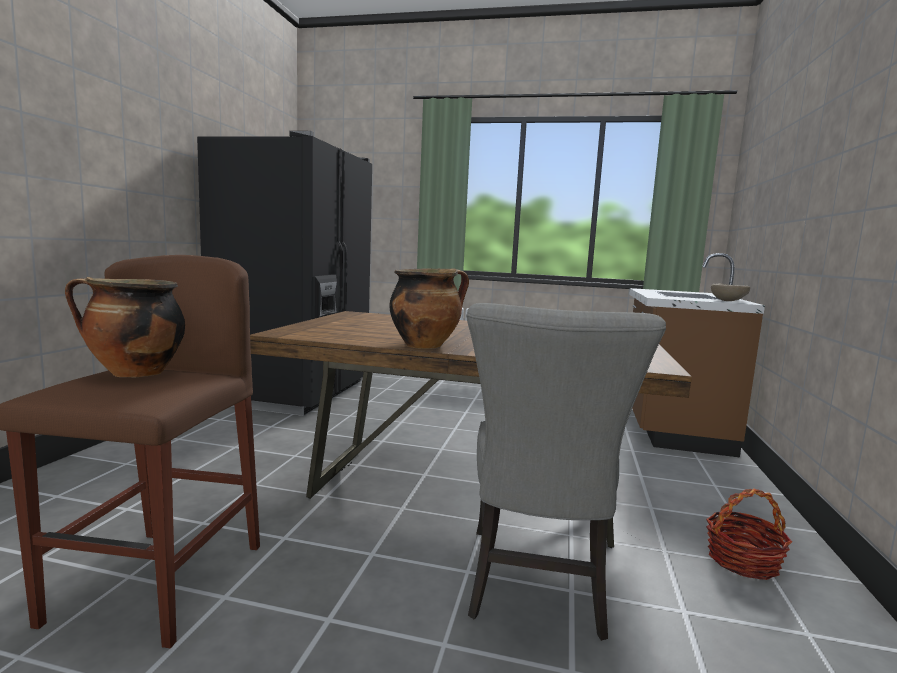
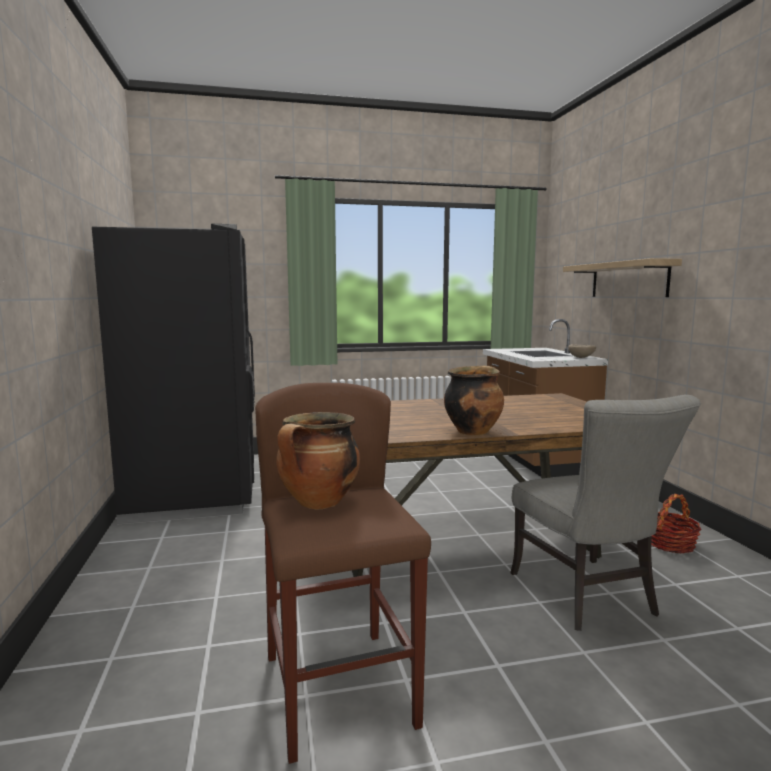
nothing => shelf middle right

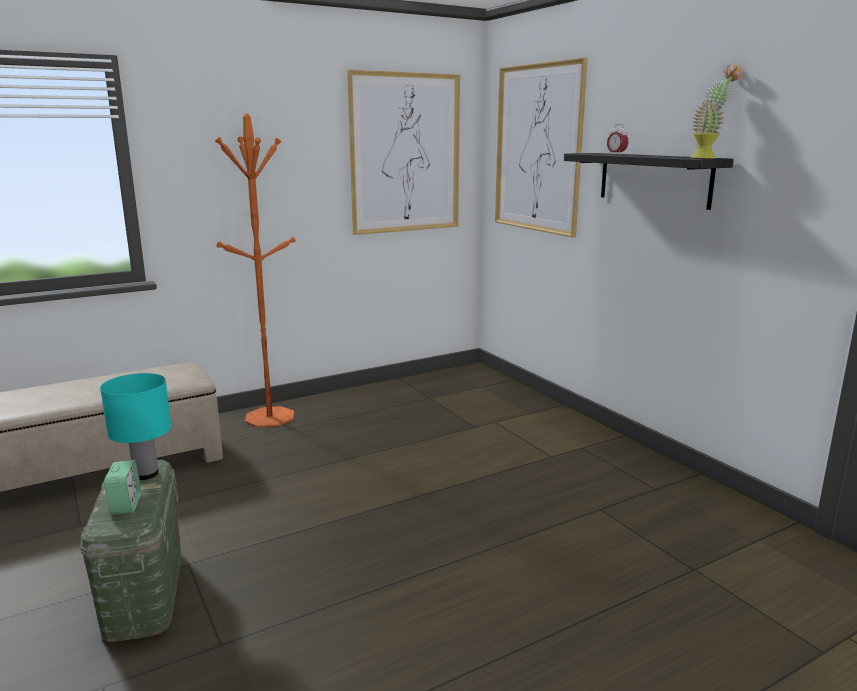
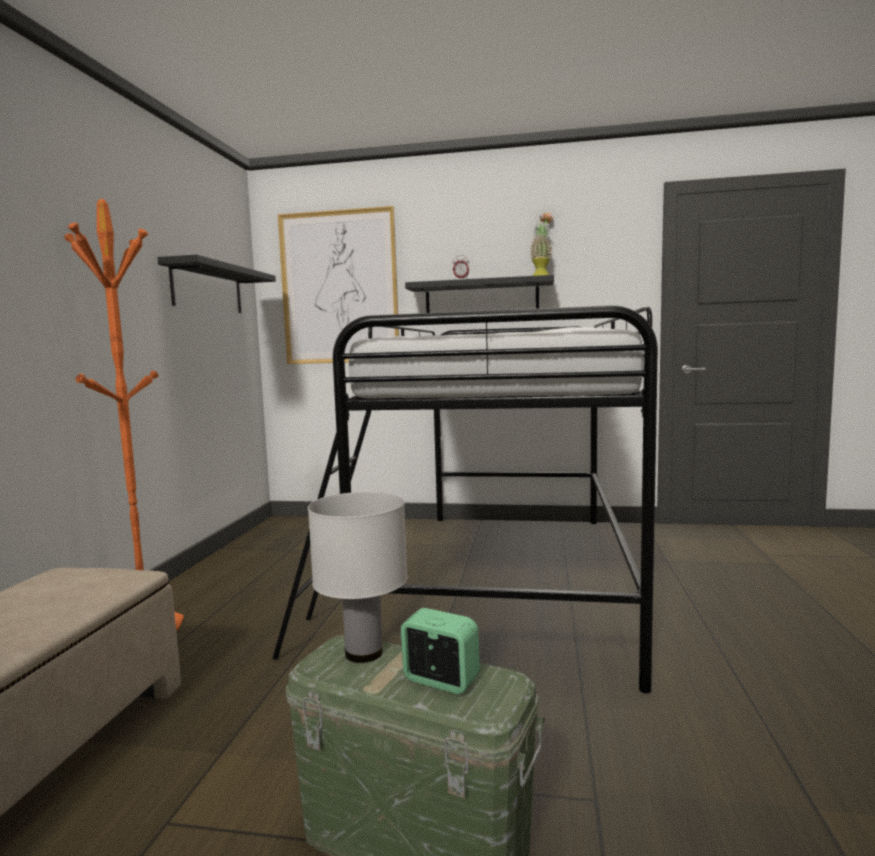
picture (no. 1 from left) top centre => black shelf (no. 1 from left) top left
turquoise table lamp middle left => white table lamp bottom centre
nothing => black bed centre

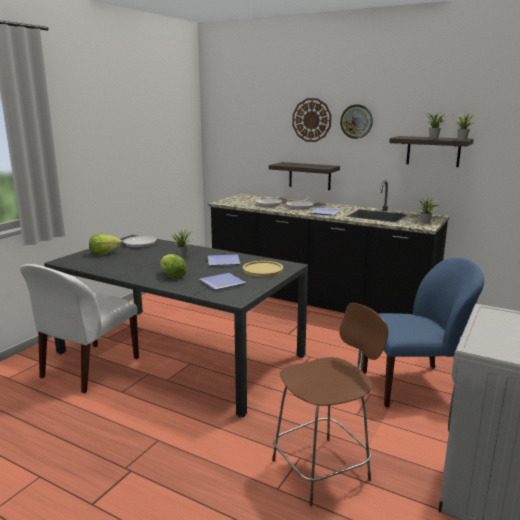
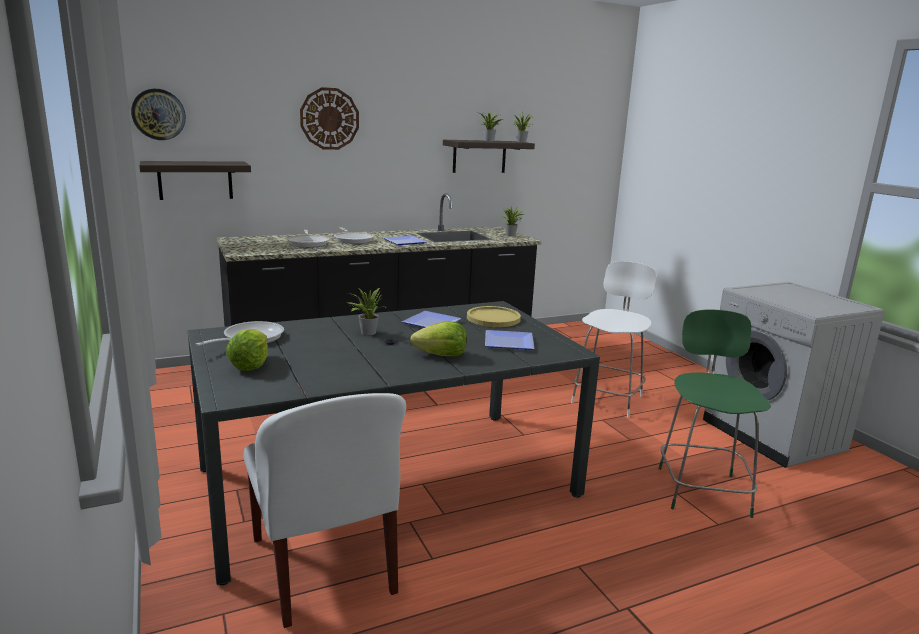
wall clock (no. 2 from left in the first image) top right => wall clock (no. 1 from left) top left, relocated
shelf (no. 1 from left) centre => shelf (no. 1 from left) top left, relocated
blue chair middle right => white stool middle right
brown stool bottom centre => green stool middle right

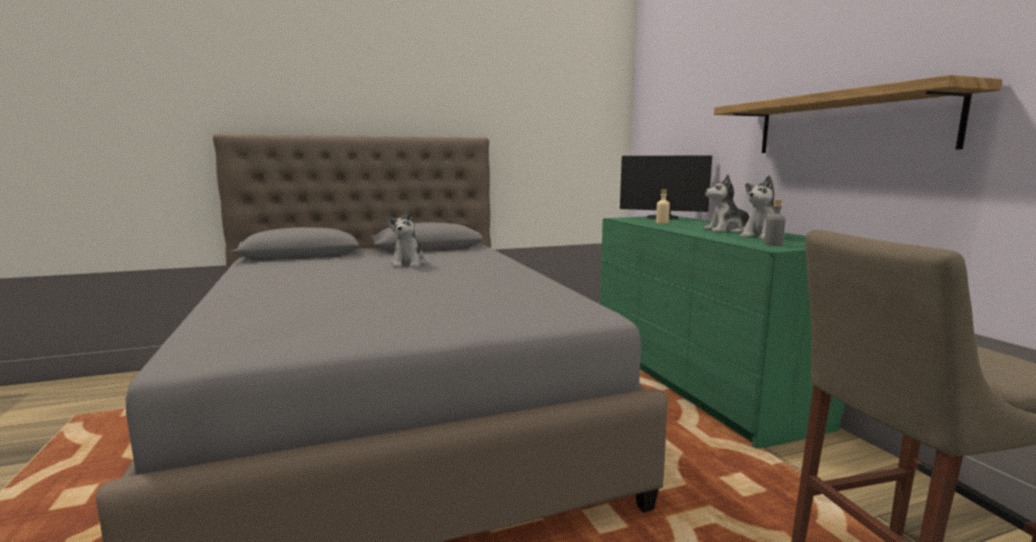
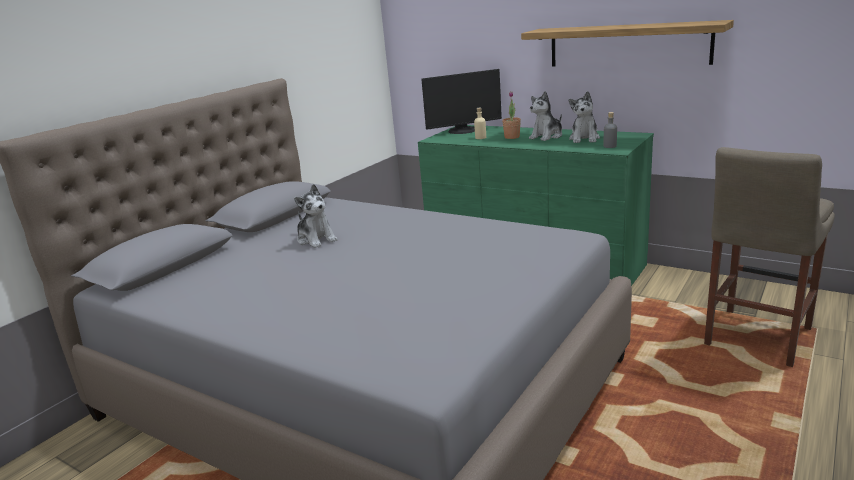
nothing => potted plant top centre

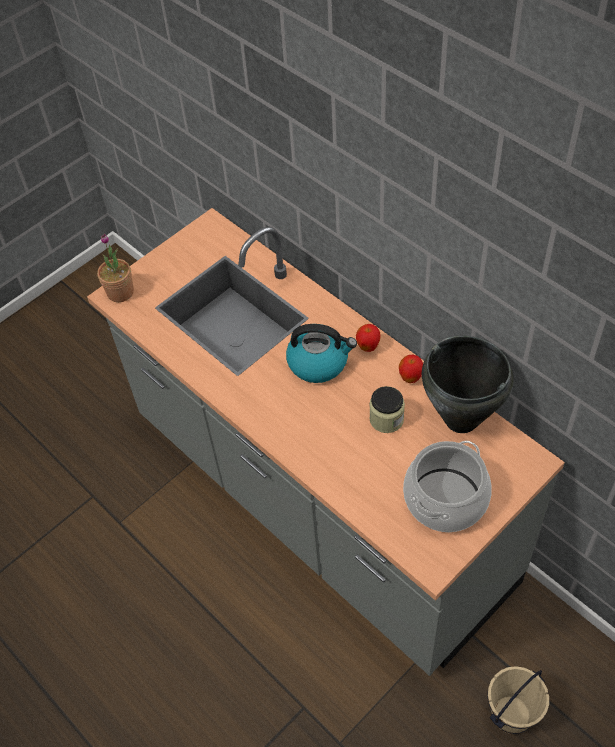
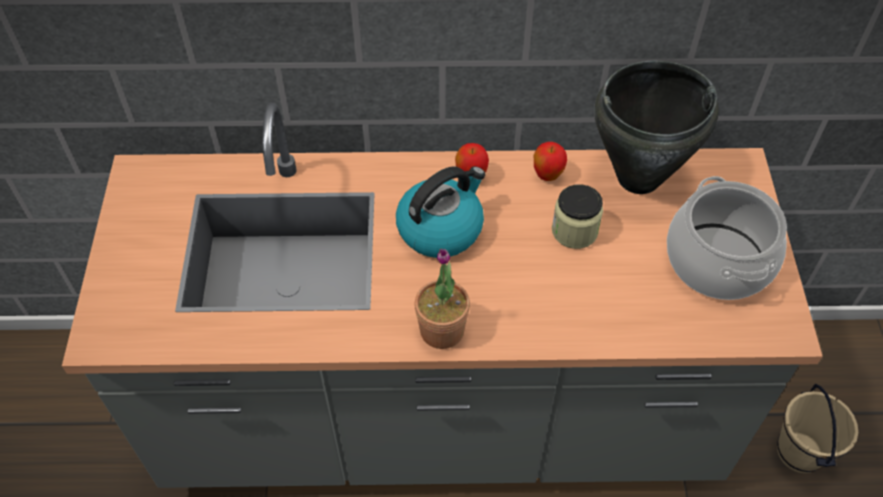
potted plant middle left => potted plant centre, relocated

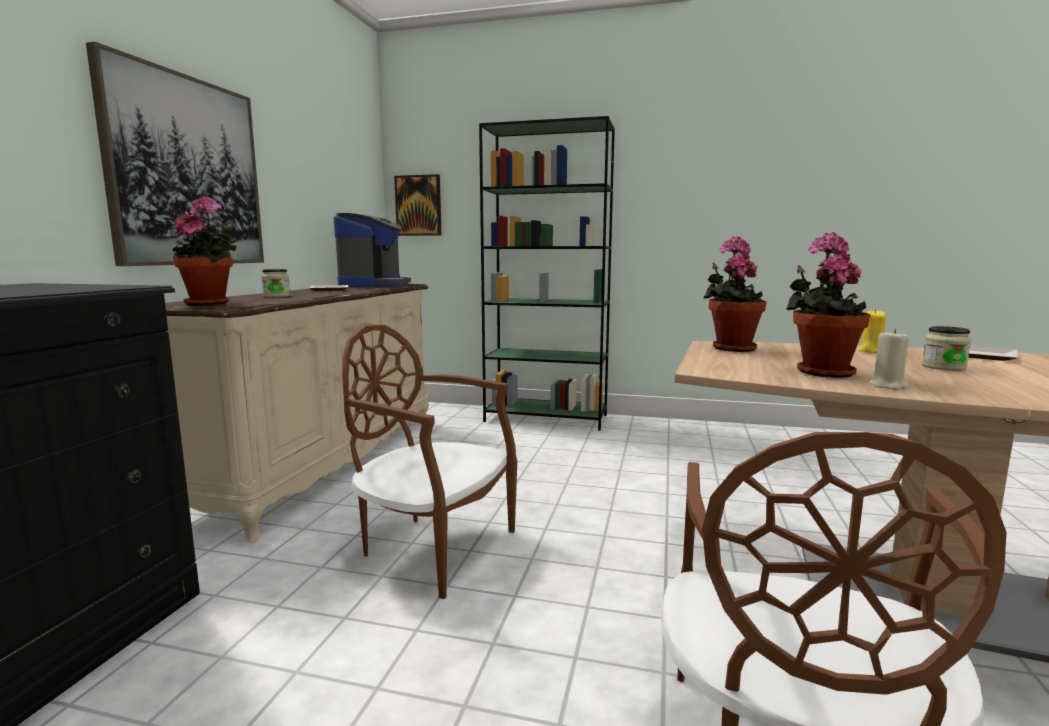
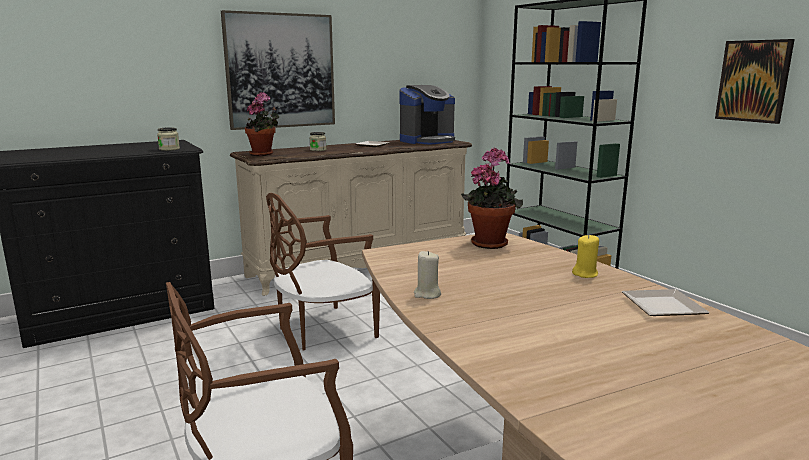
picture (no. 2 from left) top centre => picture (no. 2 from left) top right, relocated
potted plant (no. 3 from left) middle right => nothing
brown chair (no. 1 from left in the first image) centre => brown chair (no. 2 from left) centre, 105 degrees counterclockwise
jar (no. 2 from left in the first image) middle right => jar (no. 1 from left) top left, relocated

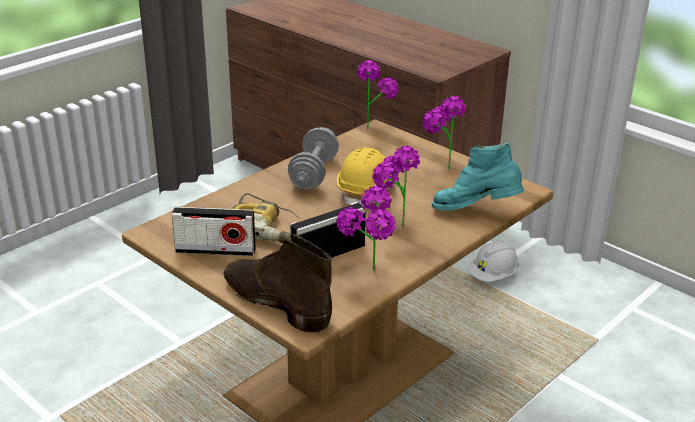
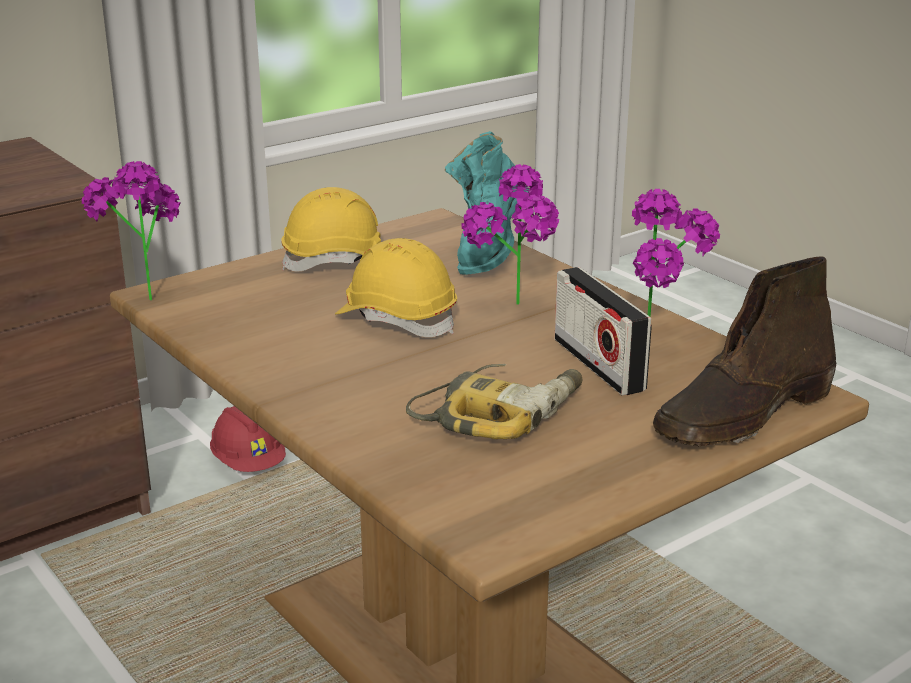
potted plant (no. 4 from left) top centre => yellow hard hat (no. 1 from left) centre
grey dumbbell centre => nothing
radio (no. 1 from left) middle left => nothing
white hard hat middle right => red hard hat middle left

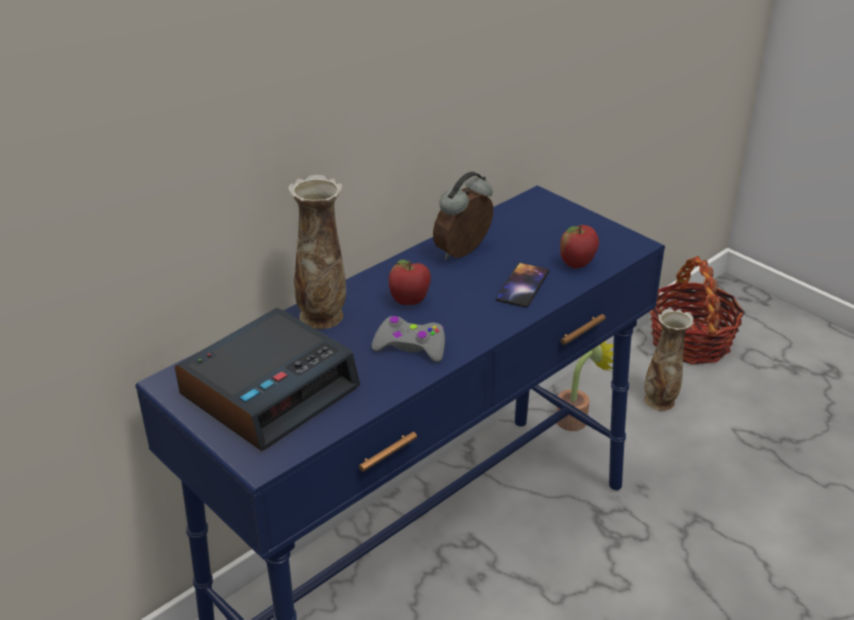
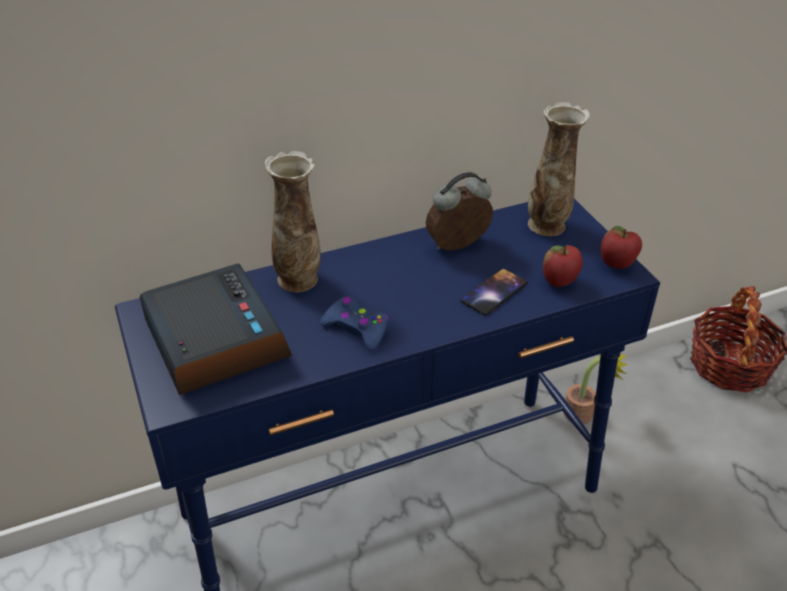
apple (no. 1 from left in the first image) centre => apple (no. 2 from left) middle right, relocated
alarm clock (no. 1 from left) middle left, 90 degrees counterclockwise
vase (no. 2 from left) middle right => vase (no. 2 from left) top right, relocated
grey game controller centre => blue game controller centre

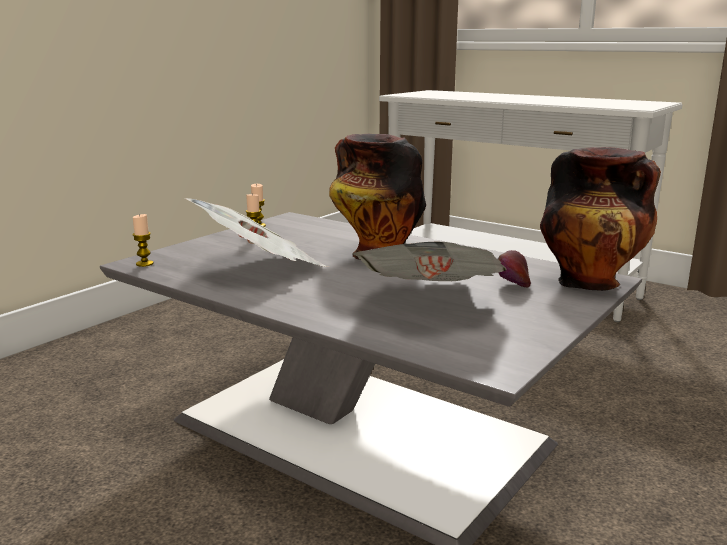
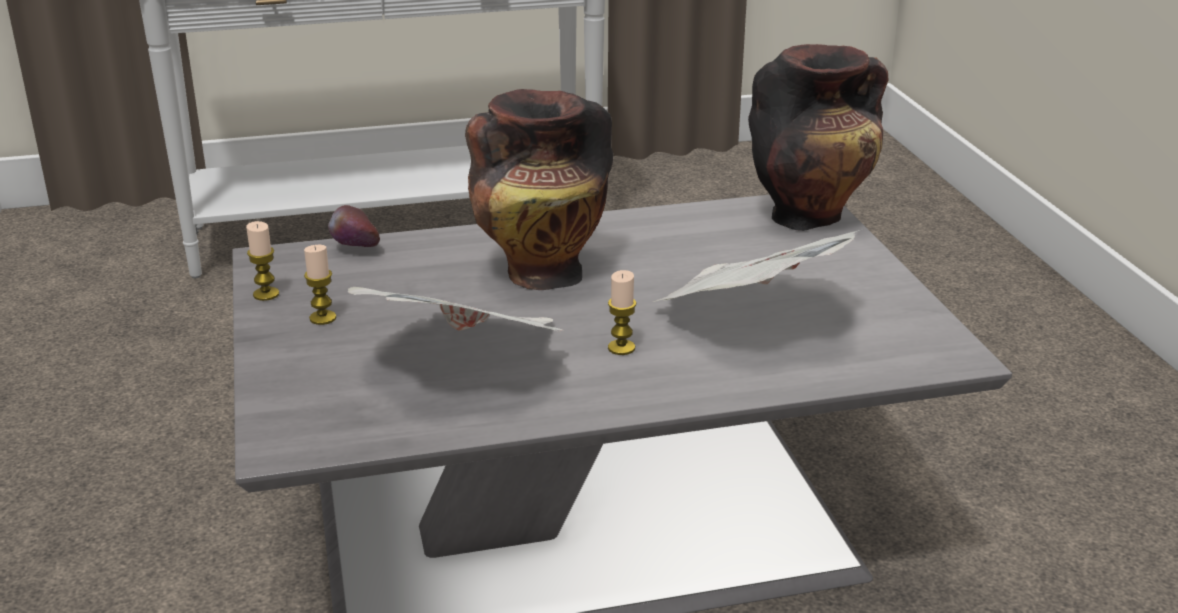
candle (no. 1 from left in the first image) middle left => candle (no. 3 from left) centre, relocated
apple middle right => apple middle left, relocated

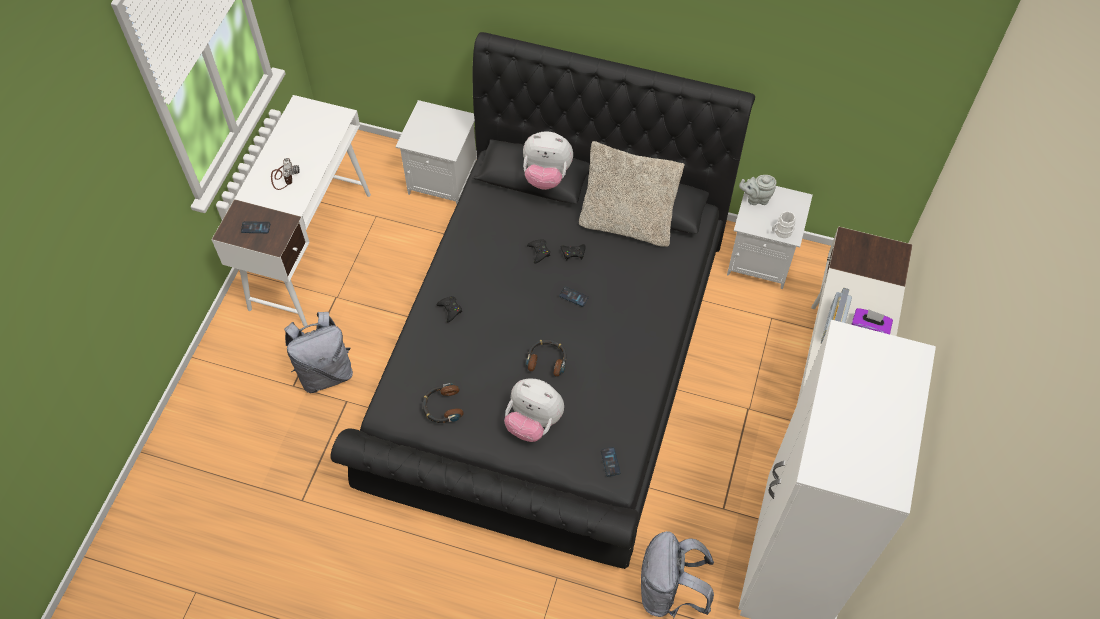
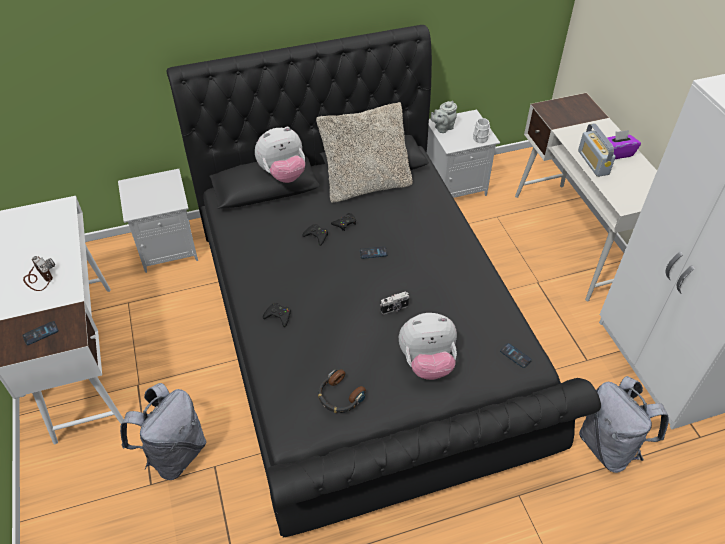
headphones (no. 2 from left) centre => photo camera (no. 2 from left) centre

